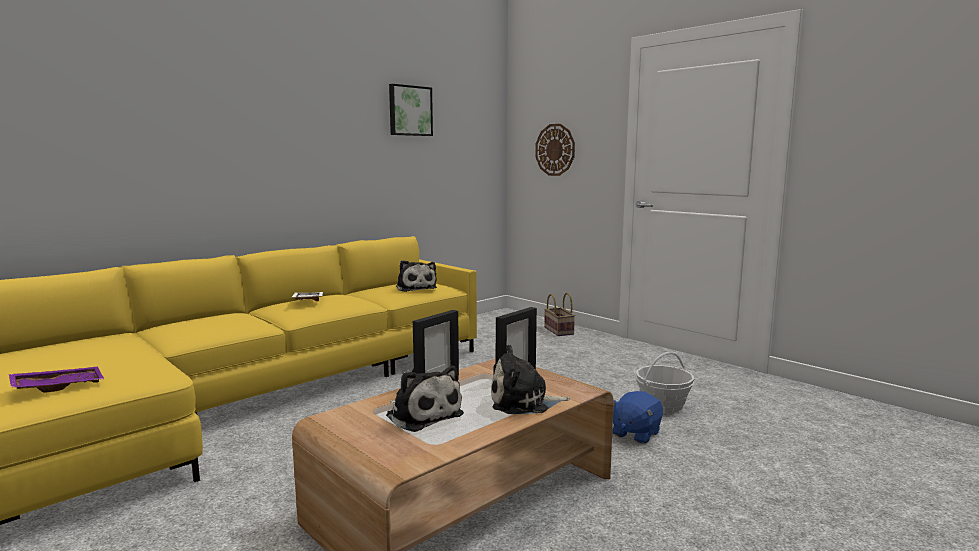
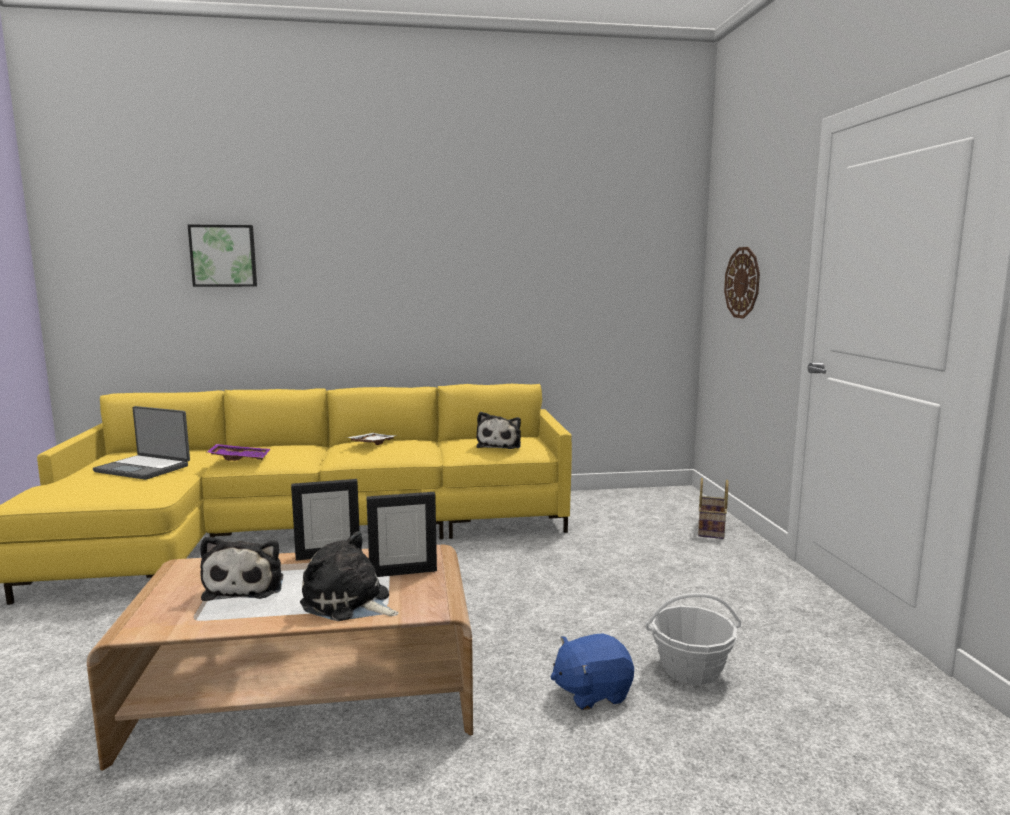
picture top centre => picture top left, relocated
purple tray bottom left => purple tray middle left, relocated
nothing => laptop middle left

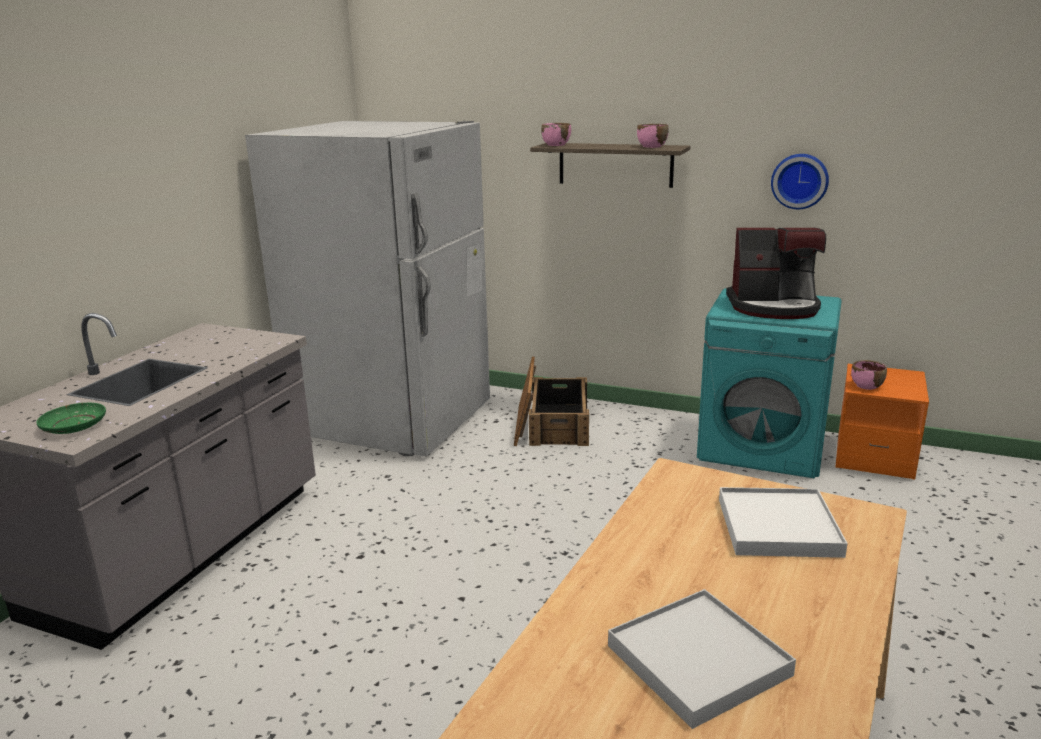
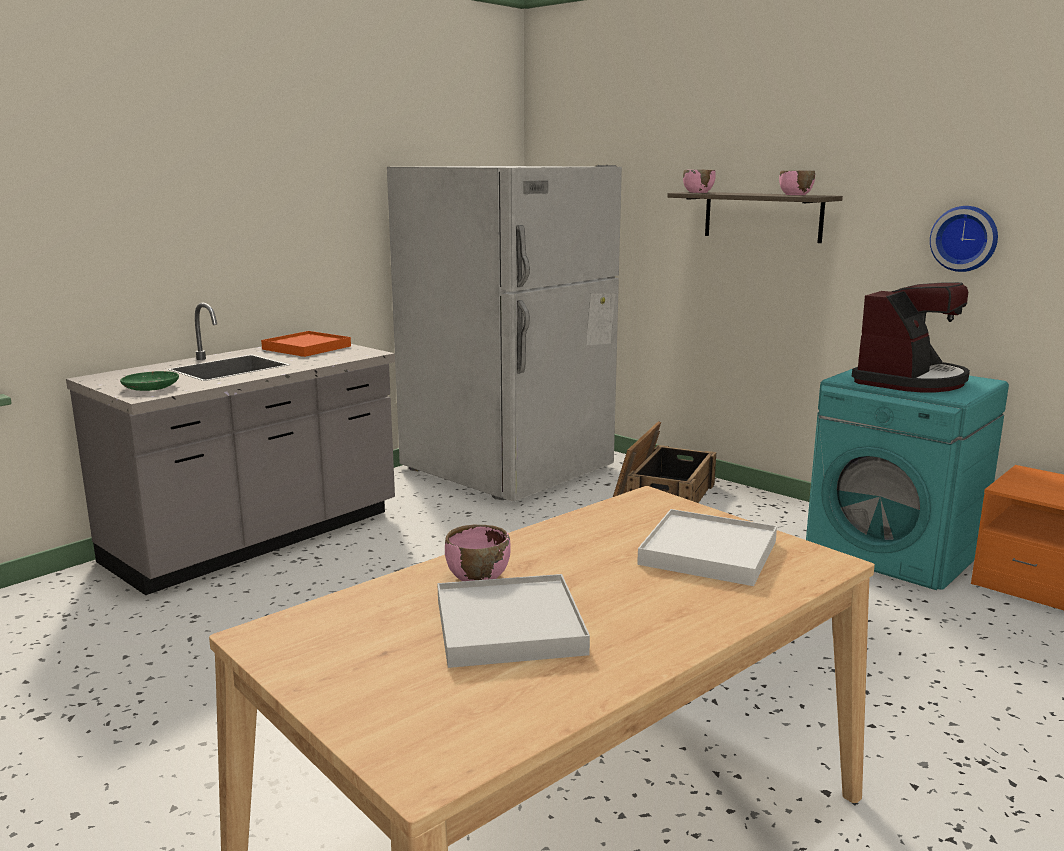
coffee machine middle right, 75 degrees counterclockwise
pink bowl (no. 3 from left in the first image) middle right => pink bowl (no. 1 from left) centre, relocated
nothing => orange tray middle left

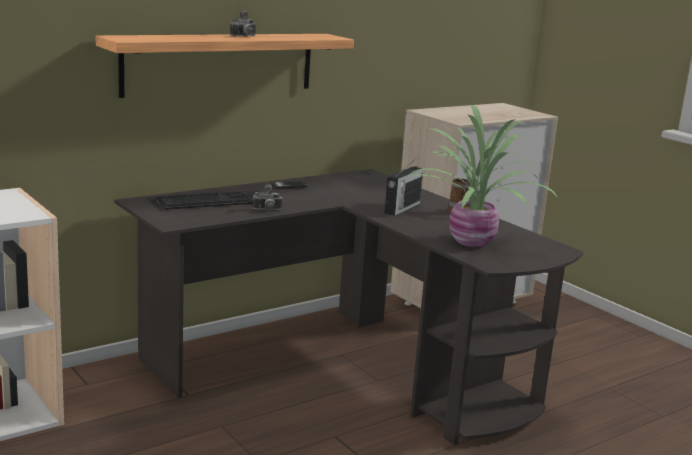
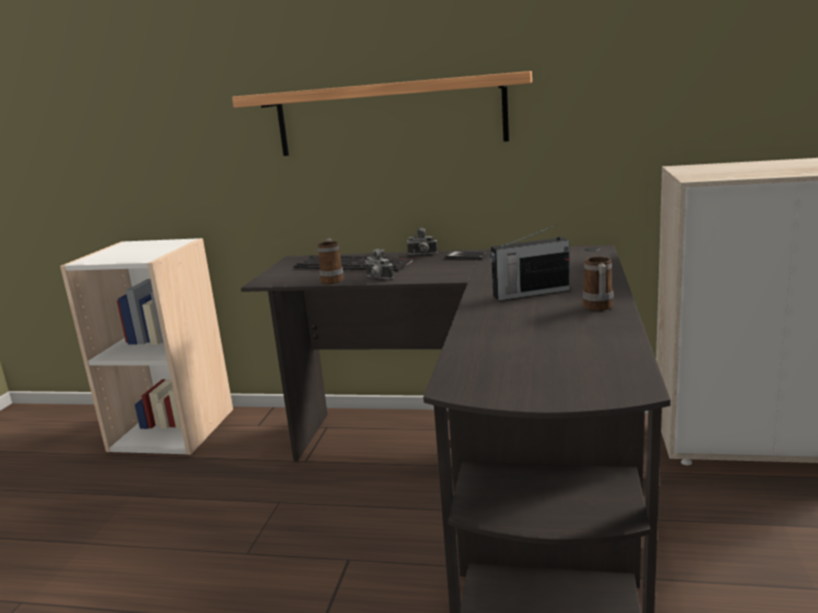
photo camera (no. 1 from left in the first image) top centre => photo camera (no. 2 from left) centre, relocated
potted plant middle right => nothing
nothing => mug (no. 1 from left) centre

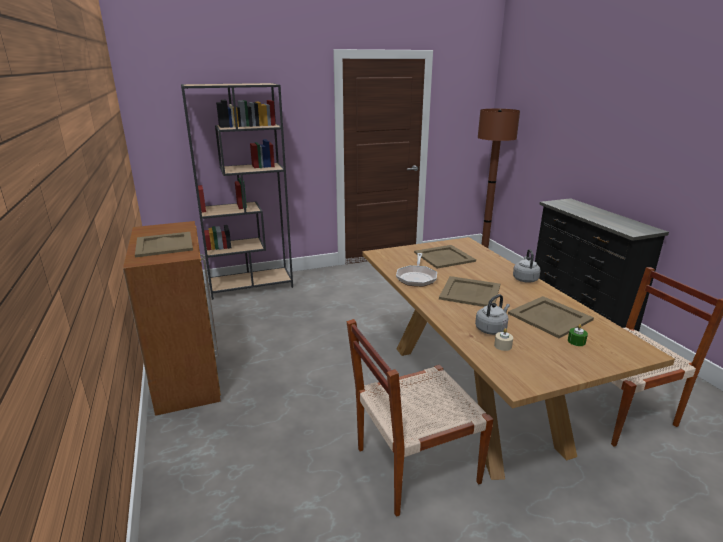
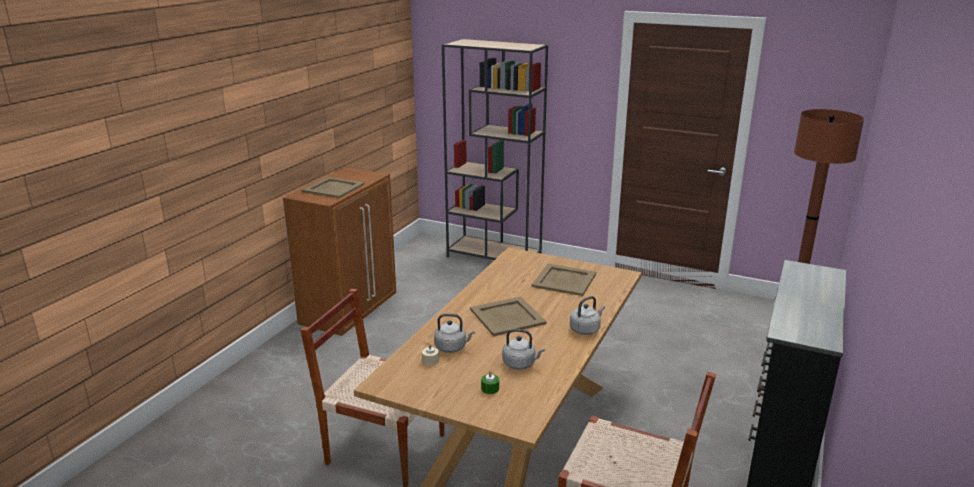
frying pan centre => nothing
beige tray (no. 4 from left) middle right => grey kettle (no. 2 from left) bottom centre

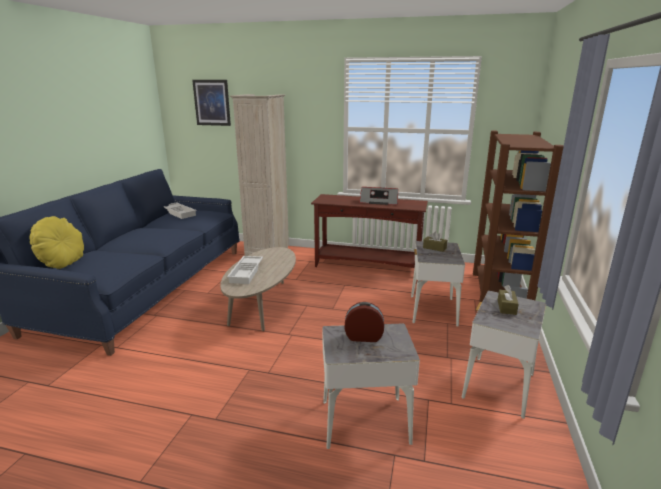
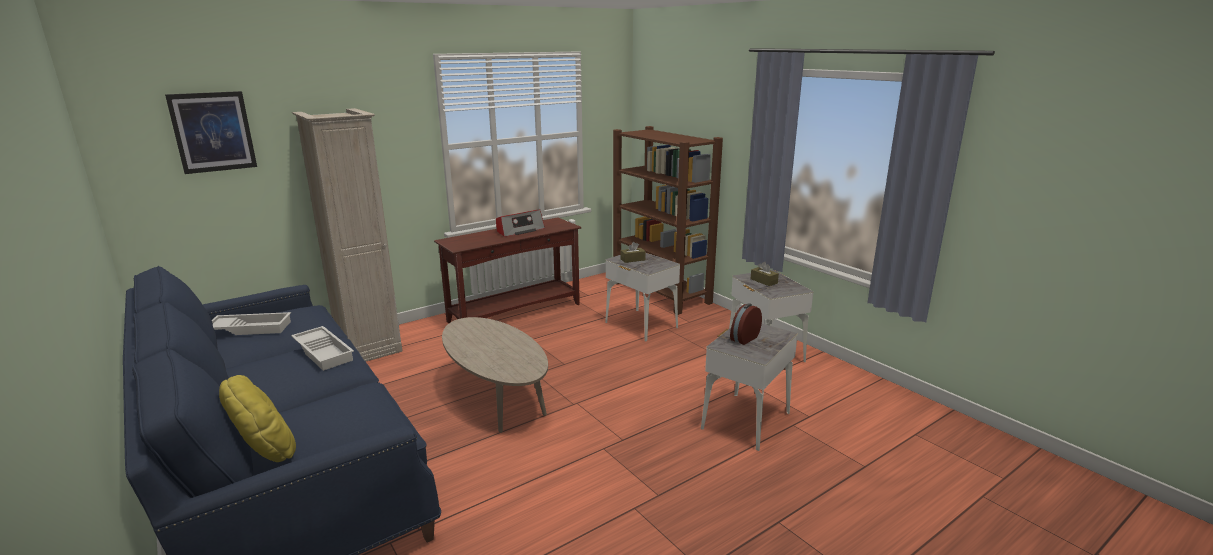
white tray (no. 2 from left) centre => white tray (no. 2 from left) middle left, relocated

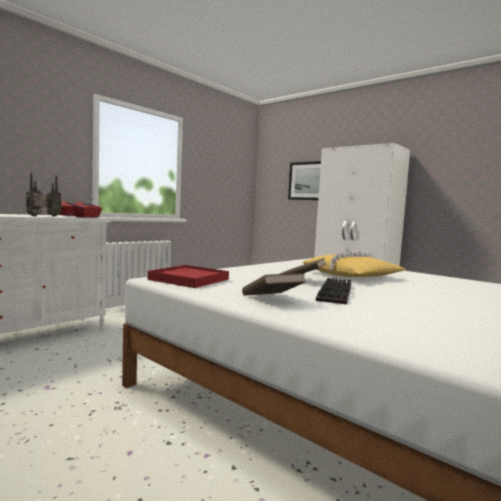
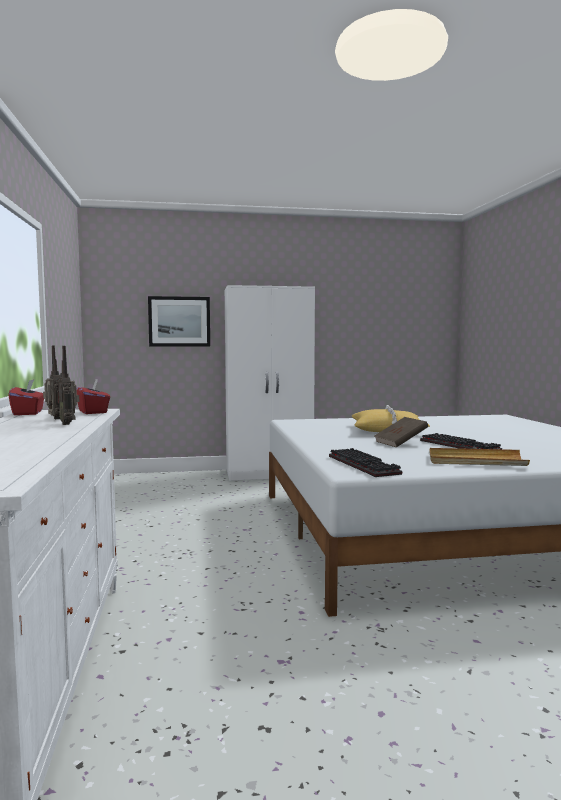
red tray centre => keyboard (no. 1 from left) centre
brown book (no. 1 from left) centre => beige tray middle right

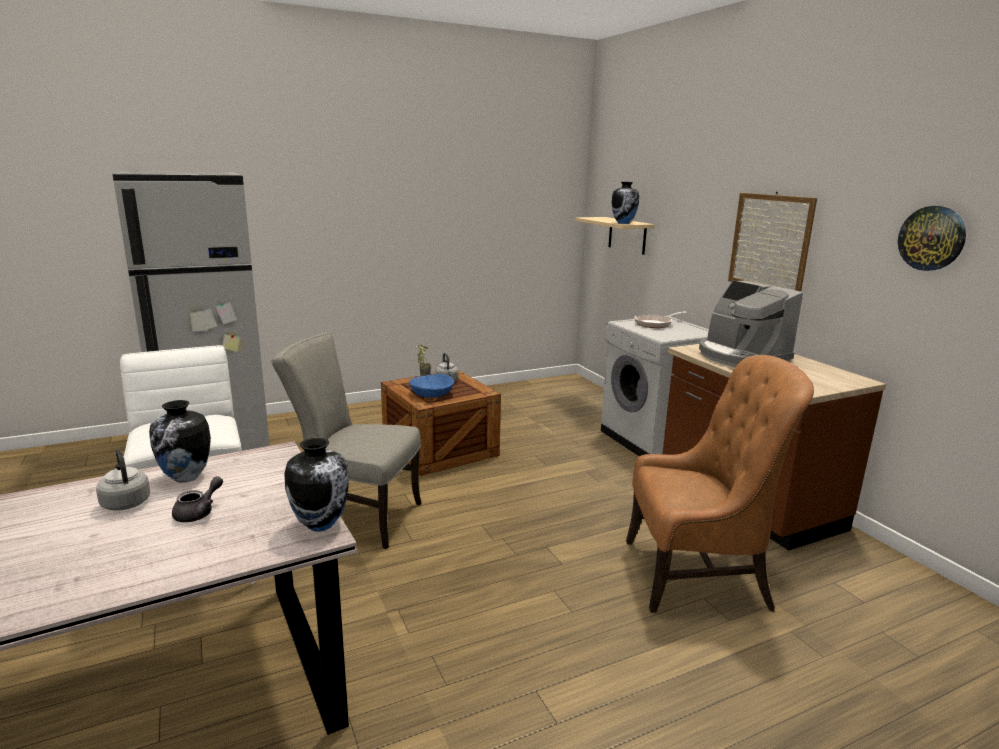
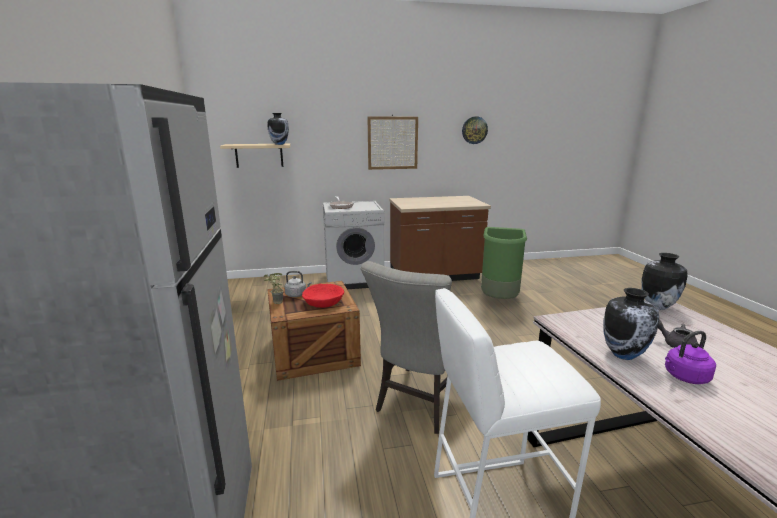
coffee machine middle right => nothing
brown chair middle right => green trash can centre
blue bowl centre => red bowl centre
grey kettle (no. 1 from left) middle left => purple kettle bottom right

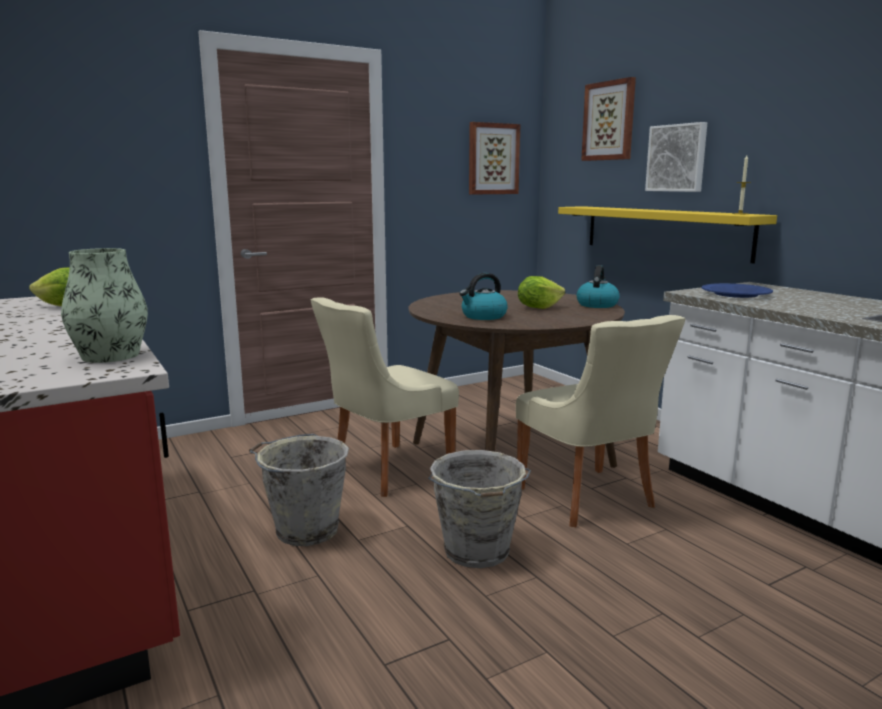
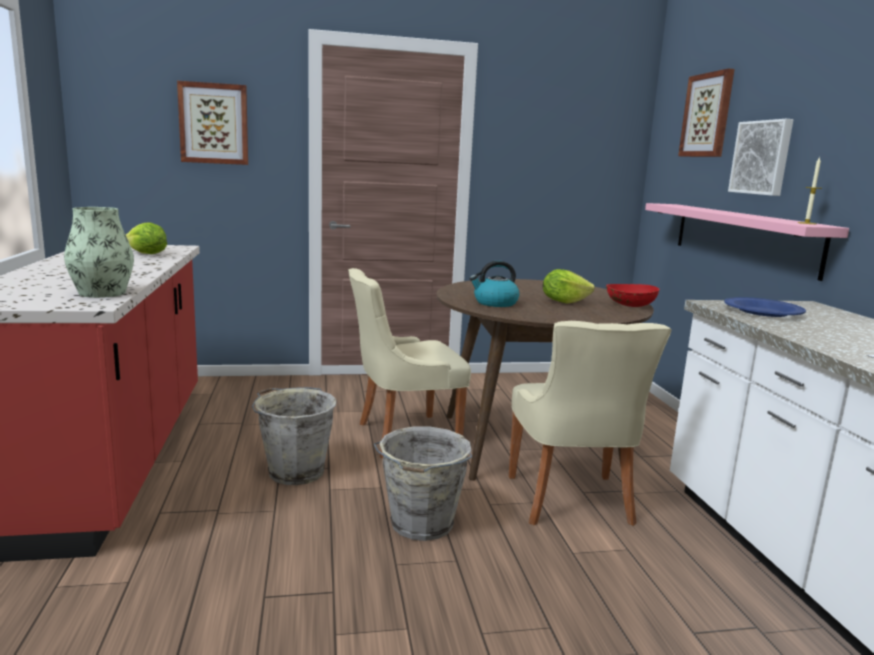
picture (no. 1 from left) top centre => picture (no. 1 from left) top left, relocated
yellow shelf top right => pink shelf middle right
kettle (no. 2 from left) middle right => red bowl middle right

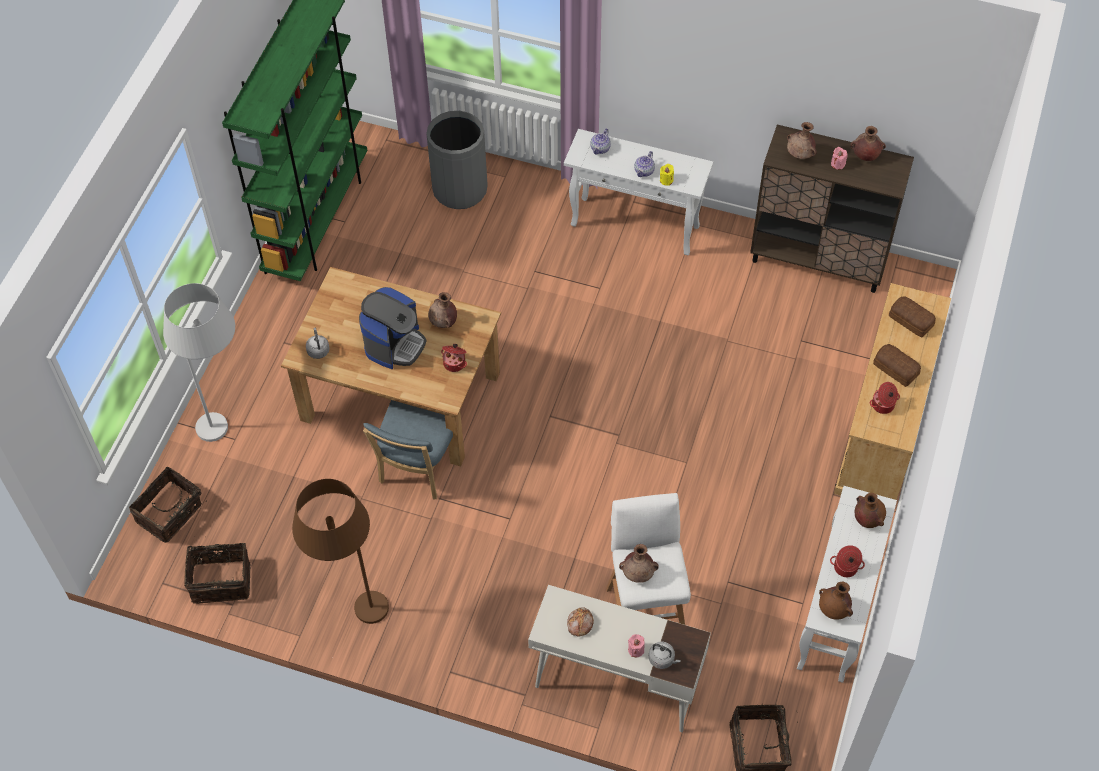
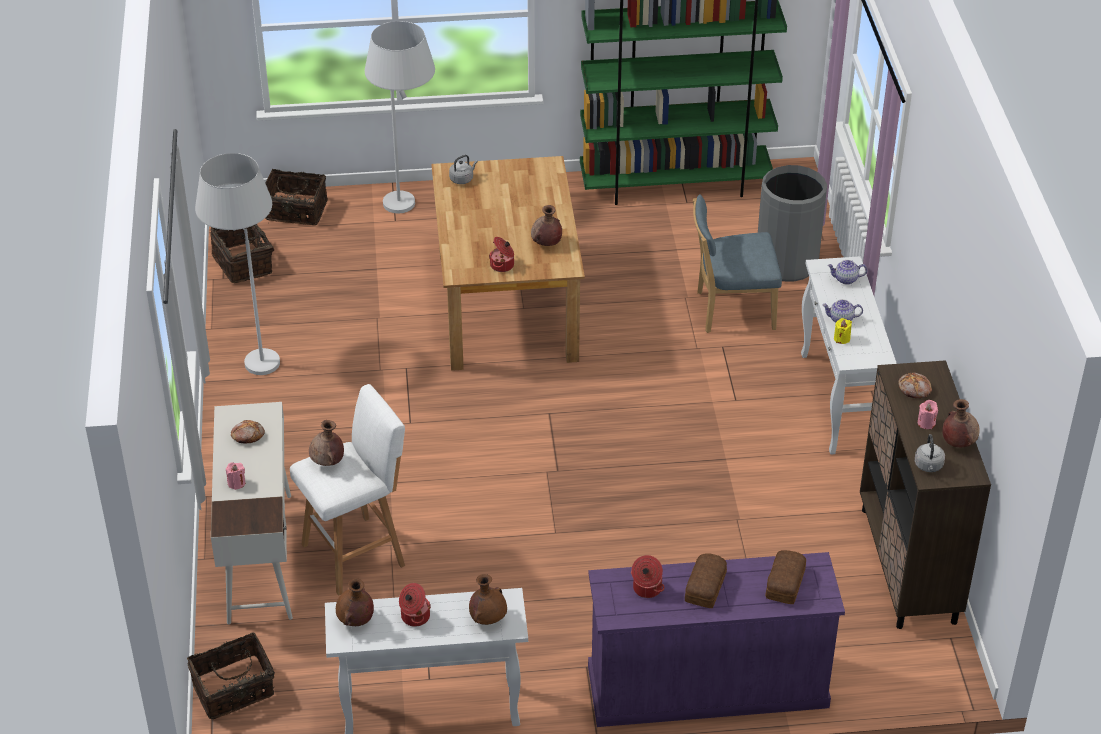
brown vase (no. 3 from left) top right => bread (no. 4 from left) middle right
beige dresser middle right => purple dresser bottom centre
coffee machine centre => nothing
blue chair centre => blue chair middle right, relocated
brown floor lamp bottom left => white floor lamp (no. 1 from left) middle left
grey kettle (no. 2 from left) bottom centre => grey kettle (no. 2 from left) middle right, relocated

